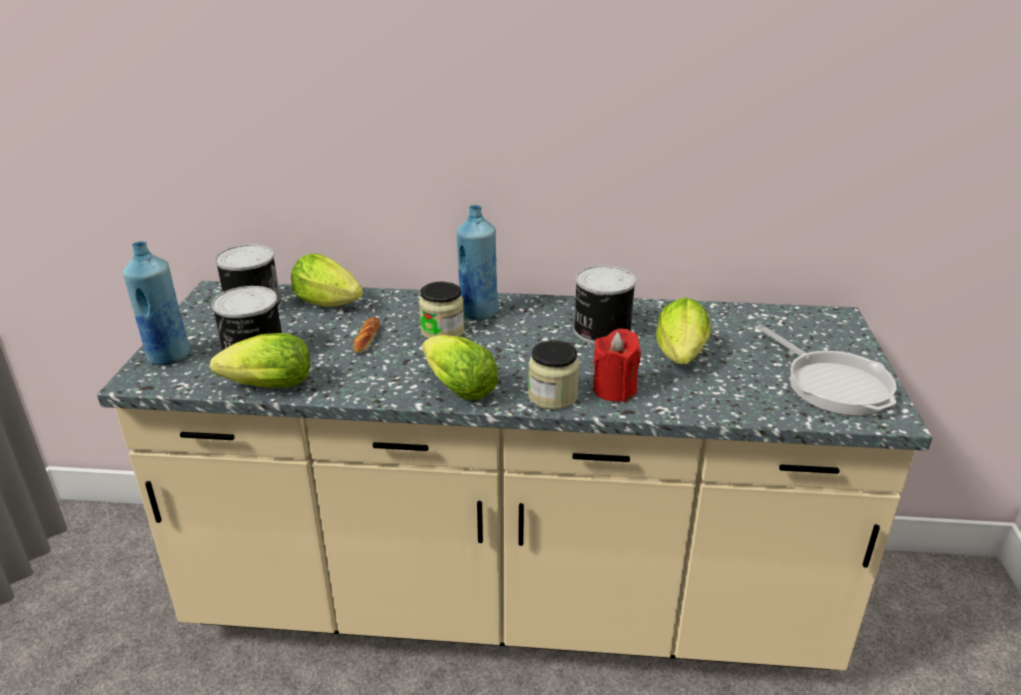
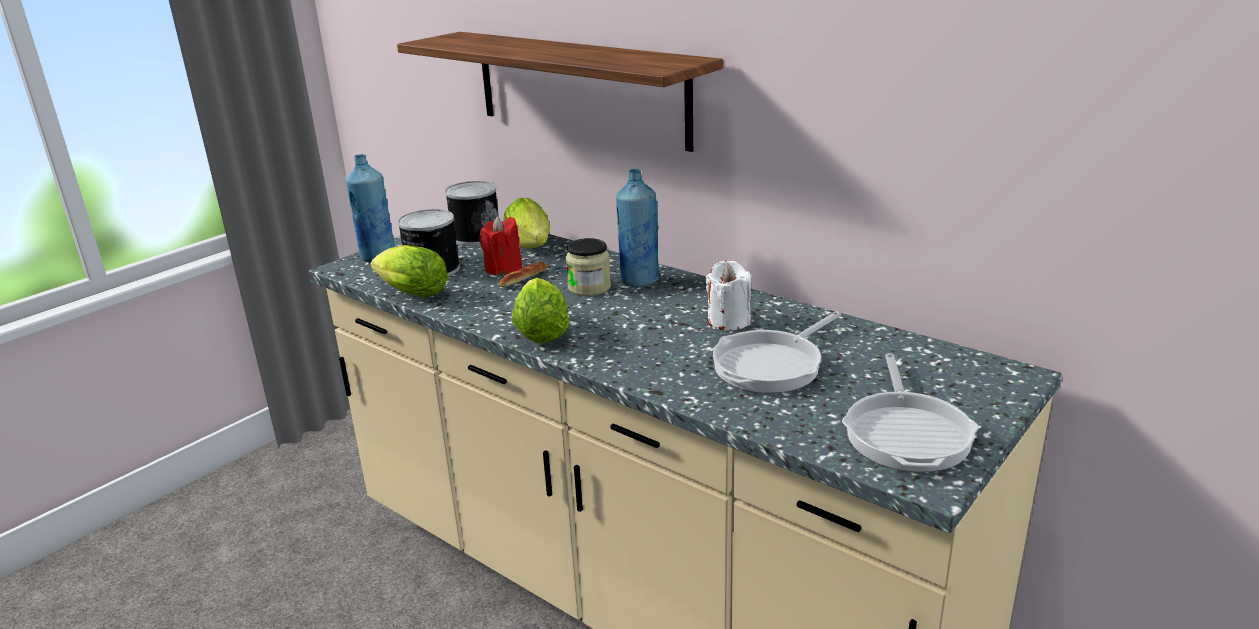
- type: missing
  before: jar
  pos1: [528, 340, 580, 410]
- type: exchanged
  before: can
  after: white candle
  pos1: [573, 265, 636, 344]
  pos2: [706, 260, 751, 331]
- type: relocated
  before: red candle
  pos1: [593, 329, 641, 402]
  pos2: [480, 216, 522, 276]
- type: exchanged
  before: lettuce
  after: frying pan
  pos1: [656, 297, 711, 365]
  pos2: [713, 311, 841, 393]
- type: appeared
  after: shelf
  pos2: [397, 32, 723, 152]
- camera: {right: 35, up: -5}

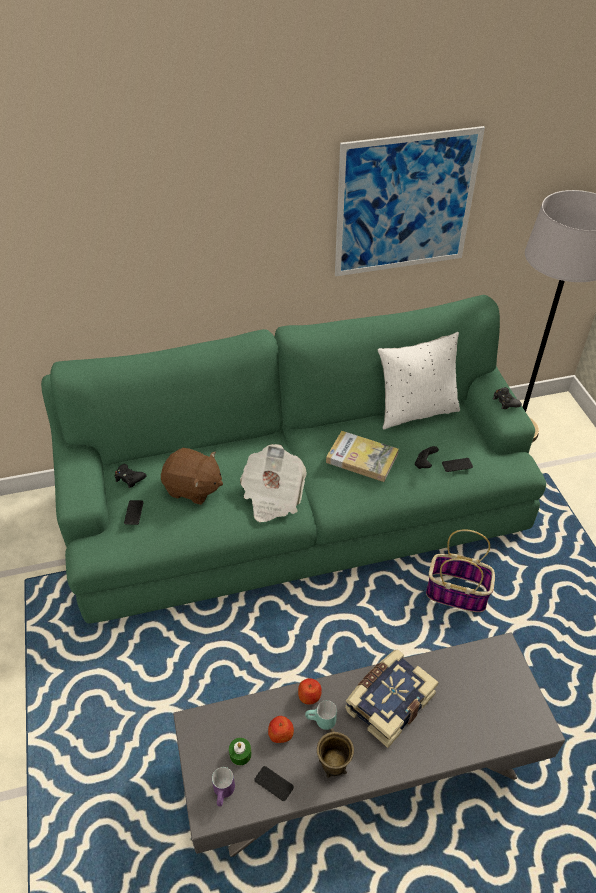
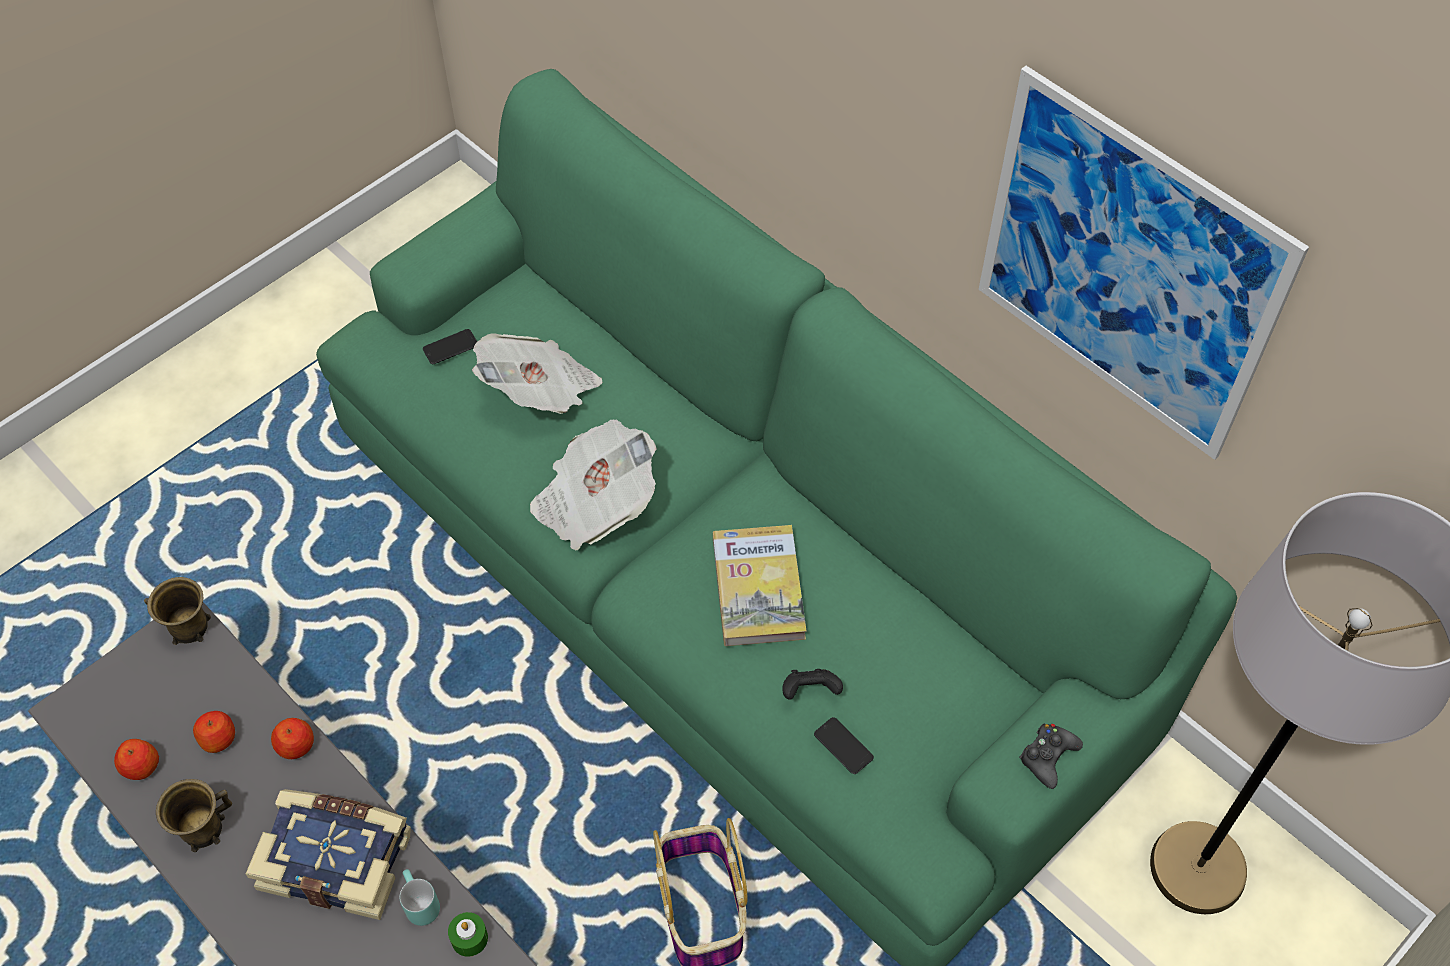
- type: missing
  before: black game controller
  pos1: [114, 464, 147, 488]
- type: exchanged
  before: brown plush toy
  after: newspaper
  pos1: [161, 448, 223, 505]
  pos2: [472, 333, 603, 414]
- type: missing
  before: purple mug
  pos1: [212, 767, 235, 807]
- type: relocated
  before: green candle
  pos1: [229, 738, 251, 765]
  pos2: [448, 912, 488, 957]
- type: exchanged
  before: phone
  after: apple
  pos1: [254, 766, 294, 801]
  pos2: [114, 739, 159, 780]
- type: relocated
  before: turquoise mug
  pos1: [305, 700, 337, 730]
  pos2: [399, 869, 440, 926]
- type: missing
  before: white pillow
  pos1: [378, 332, 460, 430]
- type: appeared
  after: brown mug
  pos2: [144, 577, 211, 645]
- camera: {right: 60, up: 10}

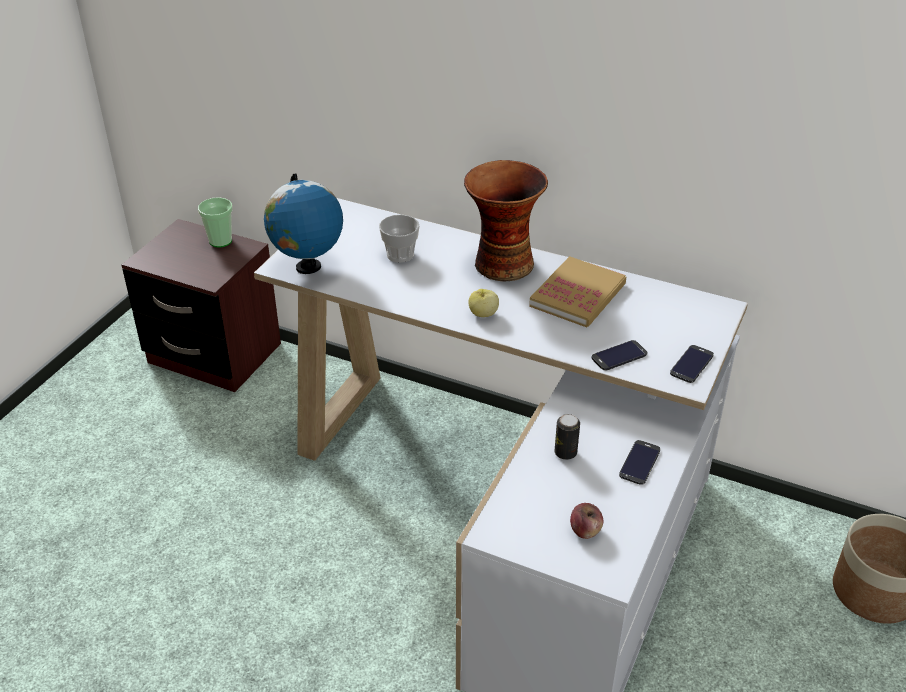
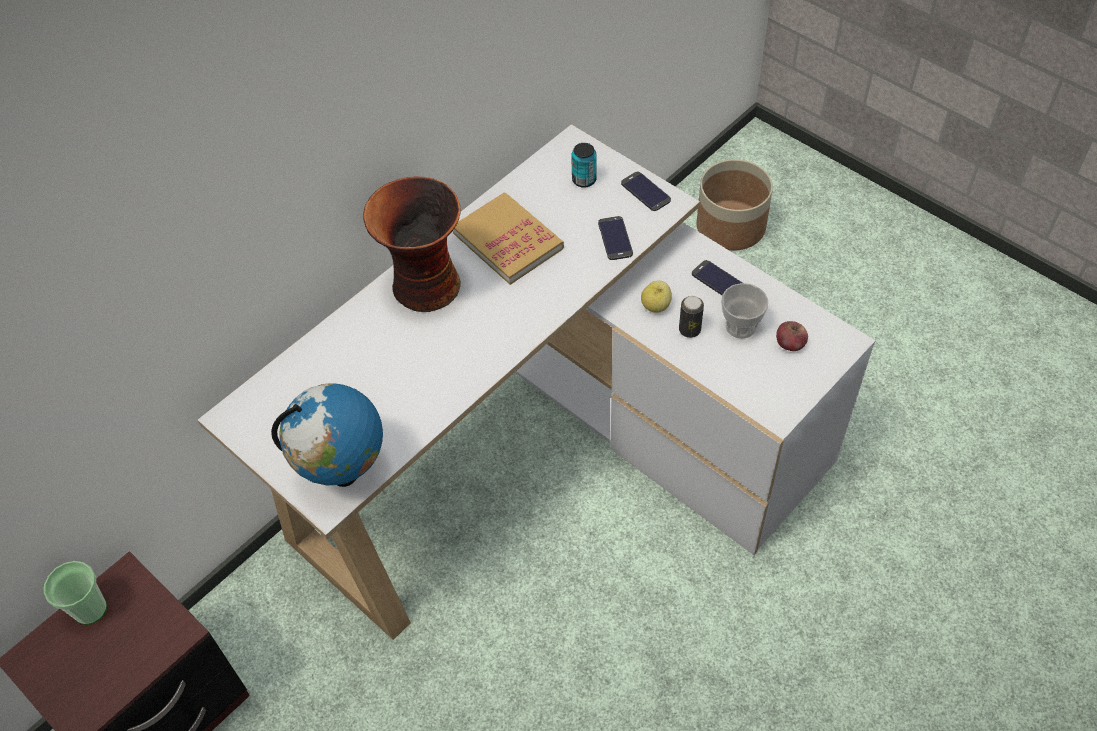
- type: relocated
  before: cup
  pos1: [379, 215, 420, 263]
  pos2: [721, 283, 768, 339]
- type: relocated
  before: apple
  pos1: [469, 289, 499, 317]
  pos2: [641, 280, 672, 313]
- type: appeared
  after: can
  pos2: [571, 143, 597, 188]
- camera: {right: -70, up: 15}

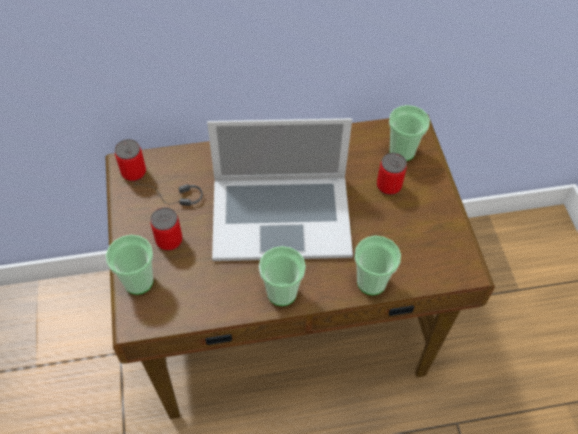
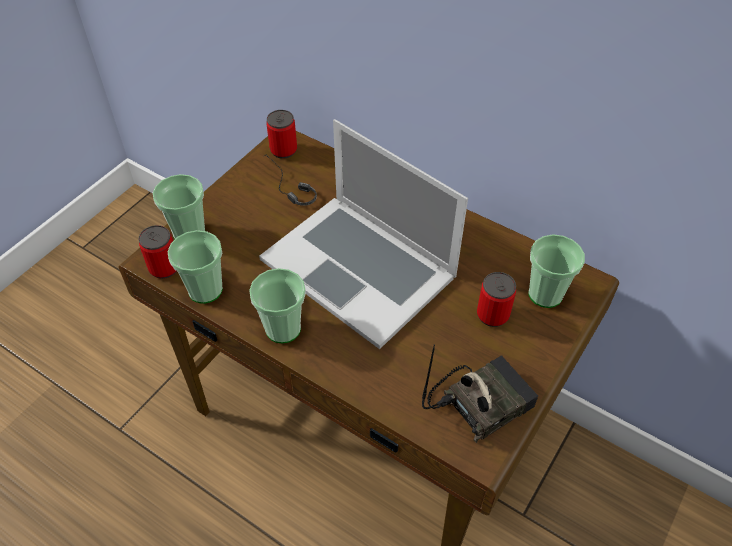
- type: relocated
  before: can
  pos1: [150, 207, 182, 251]
  pos2: [139, 225, 177, 279]
- type: relocated
  before: cup
  pos1: [354, 235, 401, 295]
  pos2: [167, 230, 223, 304]
- type: appeared
  after: radio
  pos2: [422, 344, 538, 443]
- camera: {right: 45, up: -5}

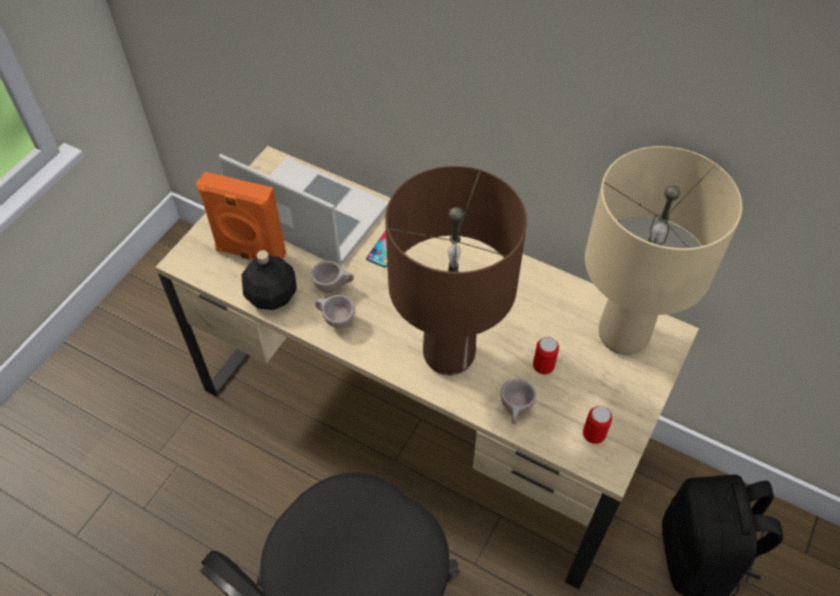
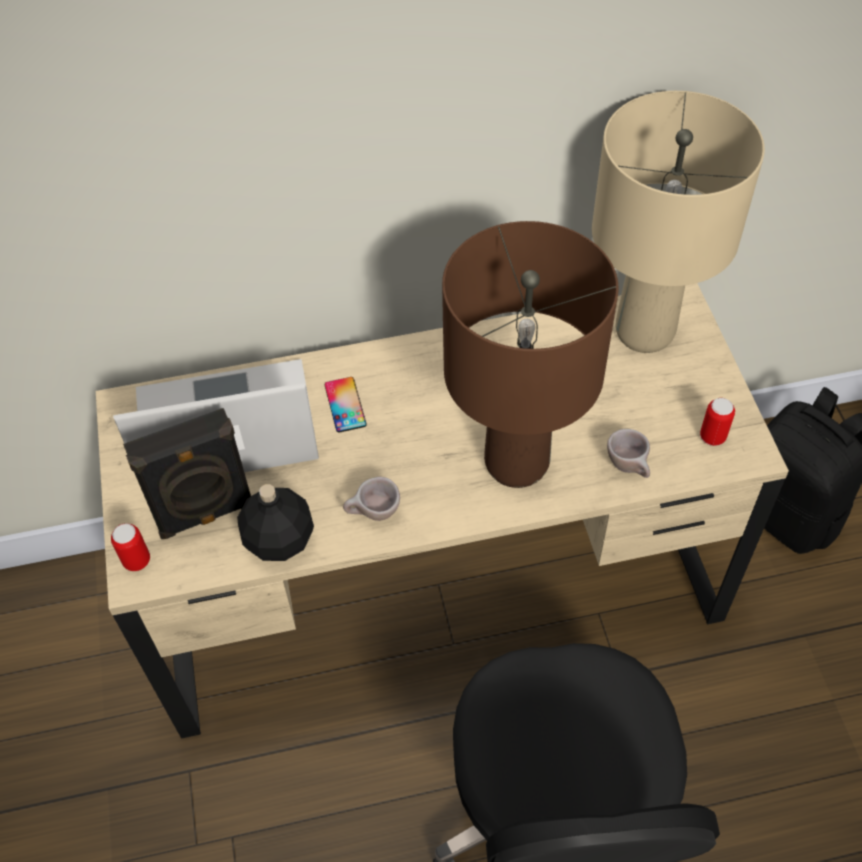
- type: colour
  before: orange speaker
  after: black speaker
  pos1: [196, 172, 286, 260]
  pos2: [123, 408, 251, 539]
- type: missing
  before: beige cup
  pos1: [311, 261, 354, 293]
- type: relocated
  before: can
  pos1: [533, 337, 559, 374]
  pos2: [111, 523, 150, 571]
- camera: {right: -40, up: 0}

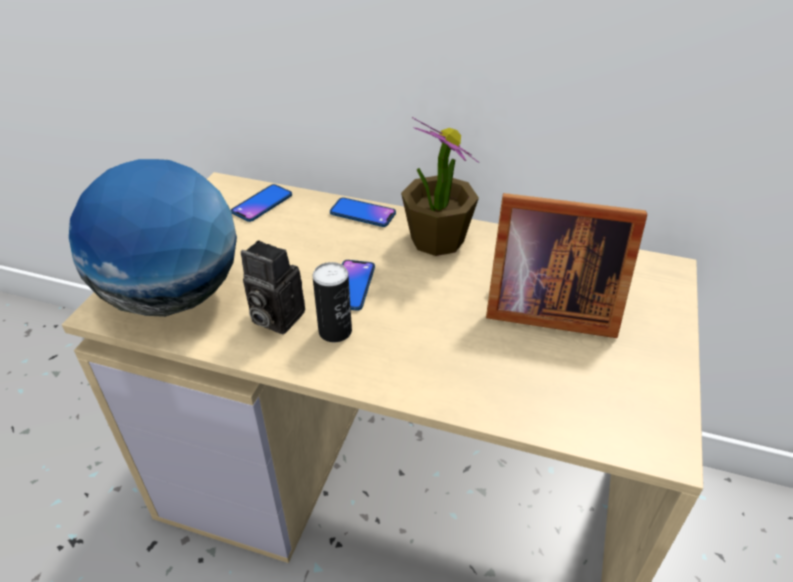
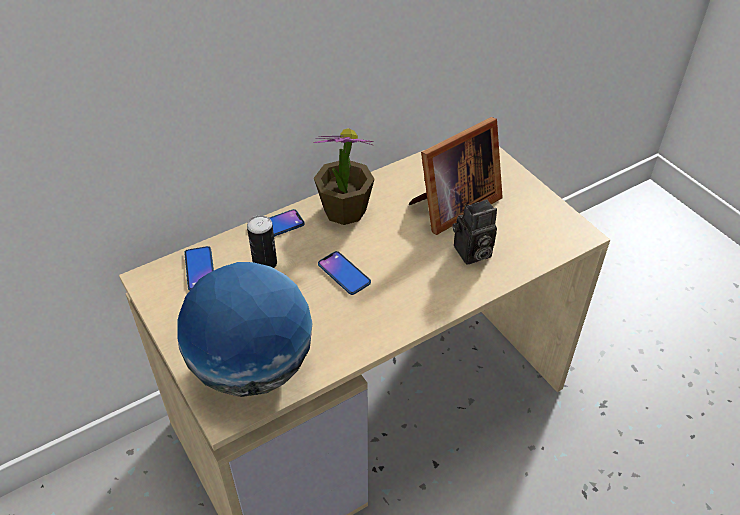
- type: relocated
  before: photo camera
  pos1: [241, 240, 305, 334]
  pos2: [452, 199, 497, 265]
- type: relocated
  before: can
  pos1: [313, 262, 352, 342]
  pos2: [247, 215, 277, 268]
- camera: {right: -50, up: 5}

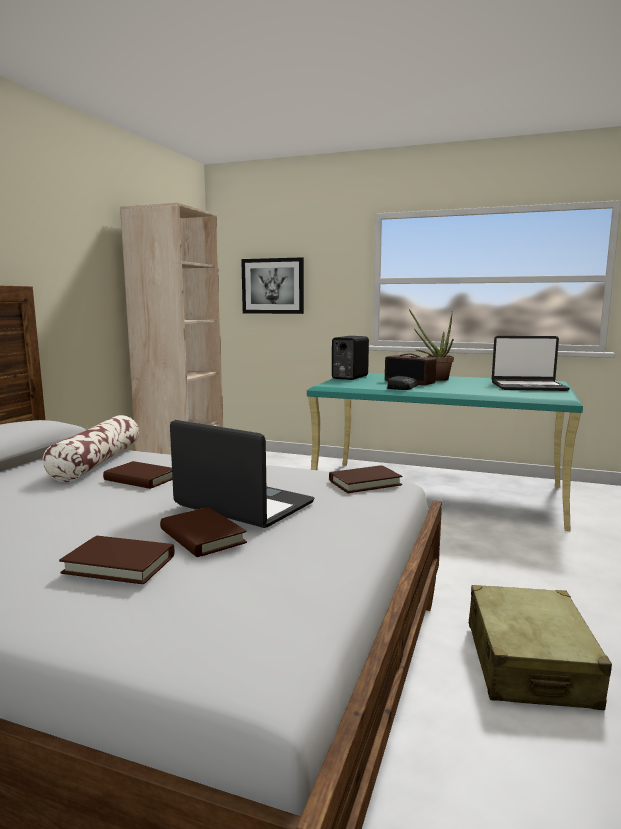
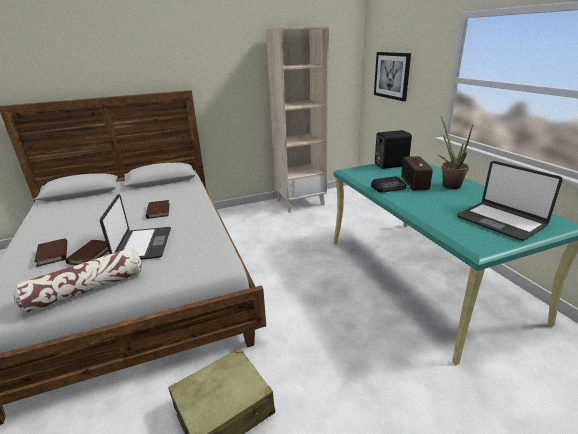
- type: relocated
  before: pillow
  pos1: [43, 415, 139, 482]
  pos2: [14, 248, 142, 313]
- type: missing
  before: brown book
  pos1: [329, 465, 402, 493]
- camera: {right: 50, up: 15}

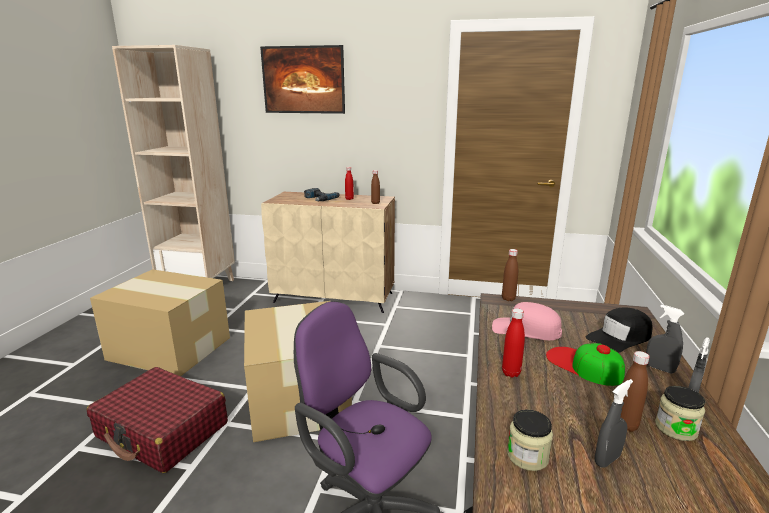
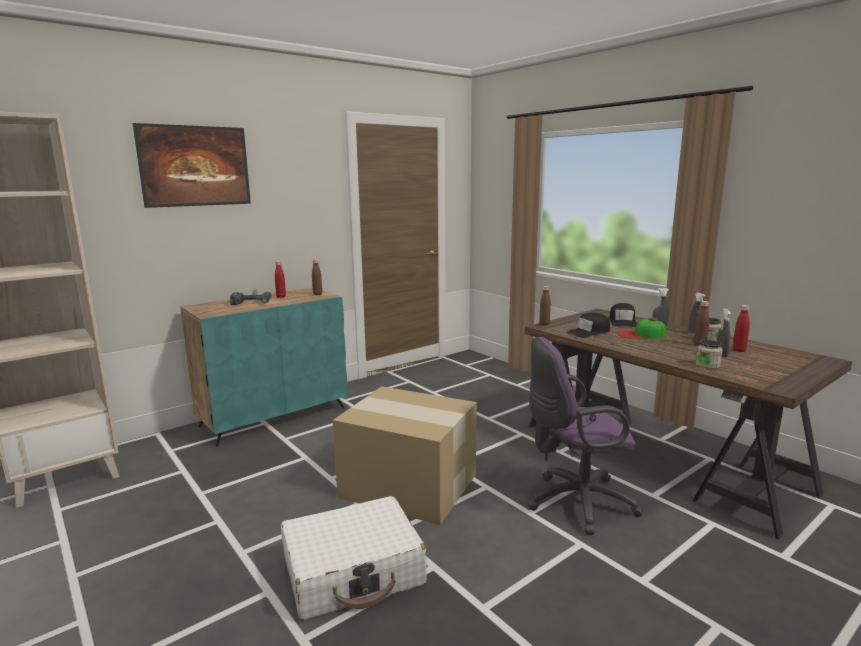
- type: colour
  before: red suitcase
  after: white suitcase
  pos1: [87, 367, 228, 473]
  pos2: [281, 496, 427, 620]
- type: missing
  before: cardboard box
  pos1: [90, 269, 230, 376]
- type: colour
  before: beige cabinet
  after: turquoise cabinet
  pos1: [261, 192, 395, 313]
  pos2: [181, 288, 347, 446]
- type: colour
  before: pink cap
  after: black cap
  pos1: [492, 302, 562, 340]
  pos2: [567, 313, 610, 338]
- type: relocated
  before: red bottle
  pos1: [502, 308, 525, 378]
  pos2: [732, 305, 750, 352]
- camera: {right: -50, up: -5}

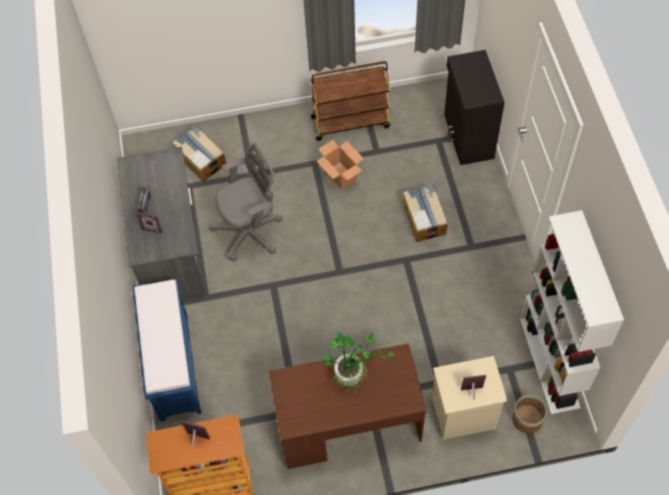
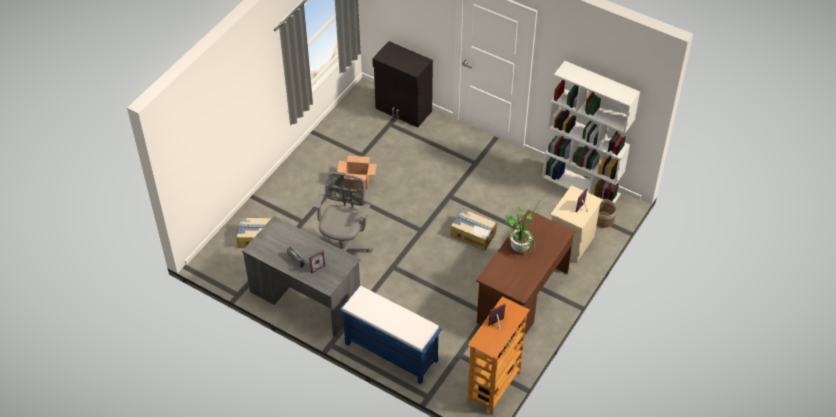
- type: missing
  before: brown cart
  pos1: [311, 61, 390, 141]
- type: relocated
  before: cardboard box
  pos1: [402, 184, 448, 242]
  pos2: [450, 208, 497, 251]
- camera: {right: -50, up: -10}

